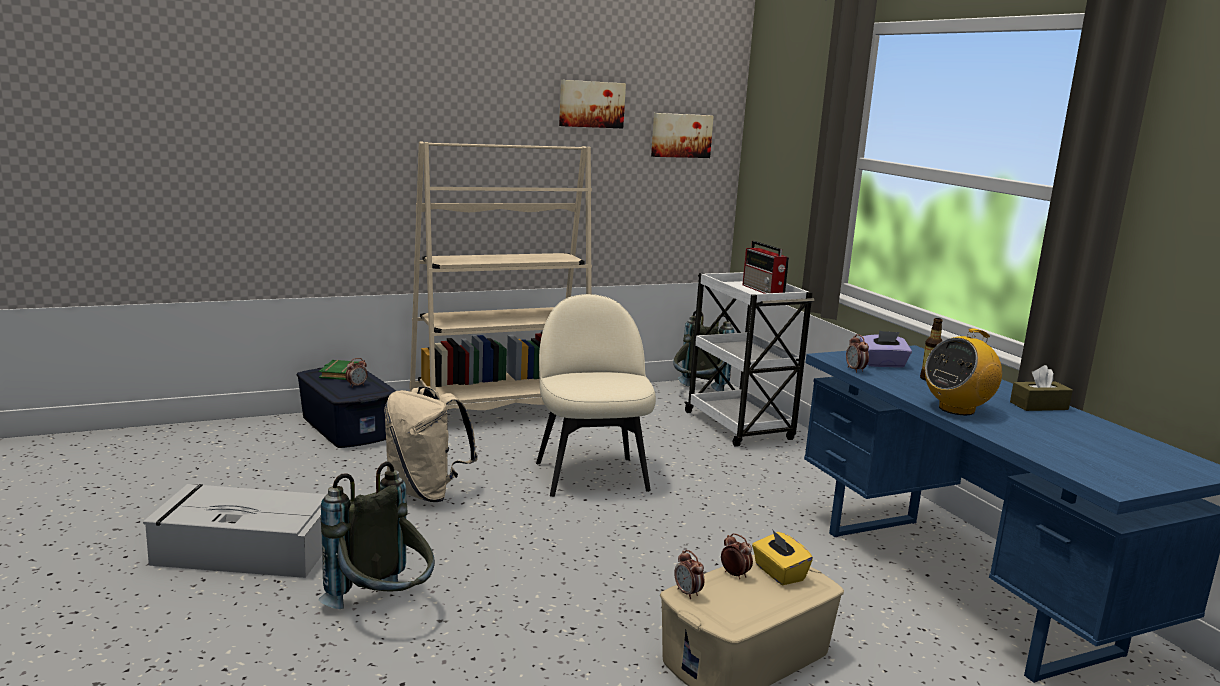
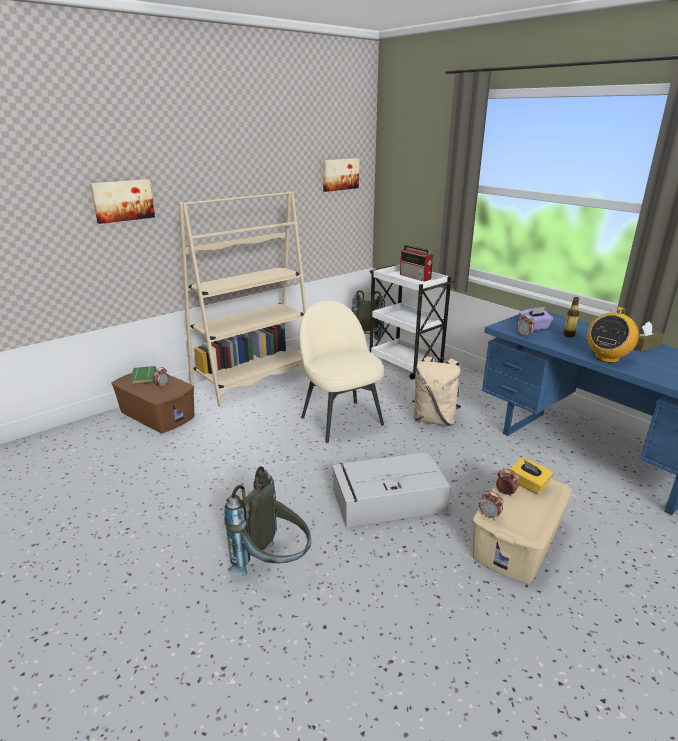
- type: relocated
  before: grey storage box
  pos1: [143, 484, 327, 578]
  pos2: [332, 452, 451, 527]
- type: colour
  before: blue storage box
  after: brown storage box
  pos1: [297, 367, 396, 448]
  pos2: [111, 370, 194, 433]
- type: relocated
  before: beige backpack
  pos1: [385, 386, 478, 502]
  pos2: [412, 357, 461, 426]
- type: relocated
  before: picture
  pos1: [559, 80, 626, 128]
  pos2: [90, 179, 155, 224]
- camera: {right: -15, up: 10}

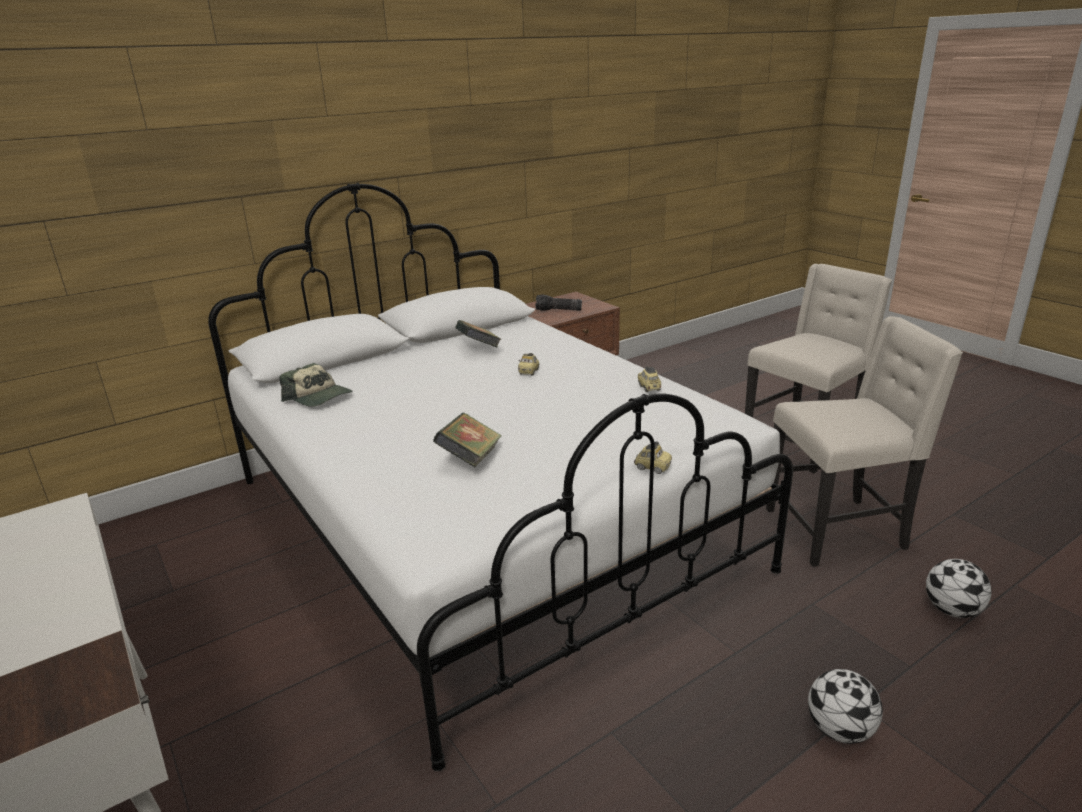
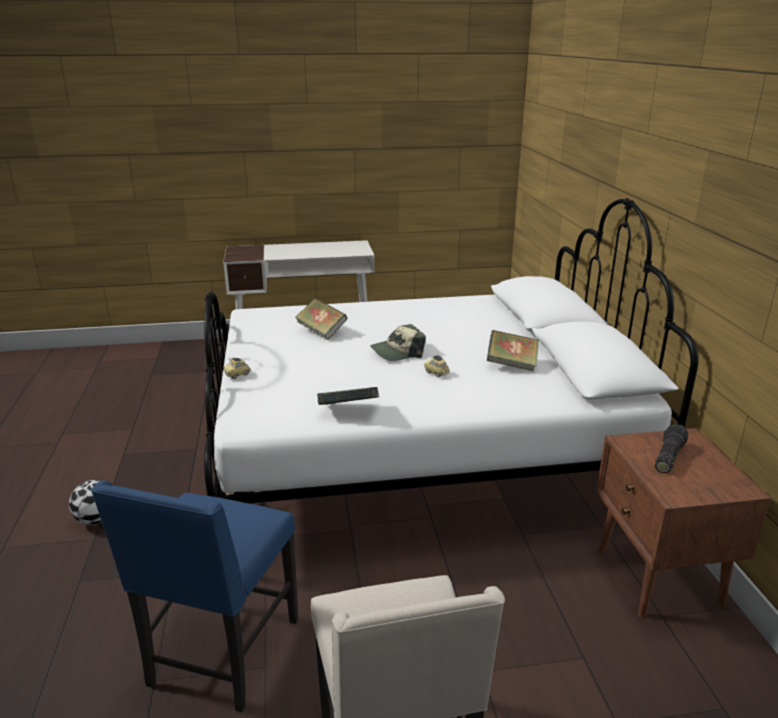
- type: relocated
  before: cap
  pos1: [279, 363, 352, 407]
  pos2: [370, 324, 426, 361]
- type: exchanged
  before: toy car
  after: book
  pos1: [638, 366, 661, 392]
  pos2: [317, 387, 379, 405]
- type: colour
  before: beige chair
  after: blue chair
  pos1: [766, 316, 963, 567]
  pos2: [91, 480, 298, 712]
- type: missing
  before: football
  pos1: [926, 559, 992, 618]
- camera: {right: 115, up: 0}

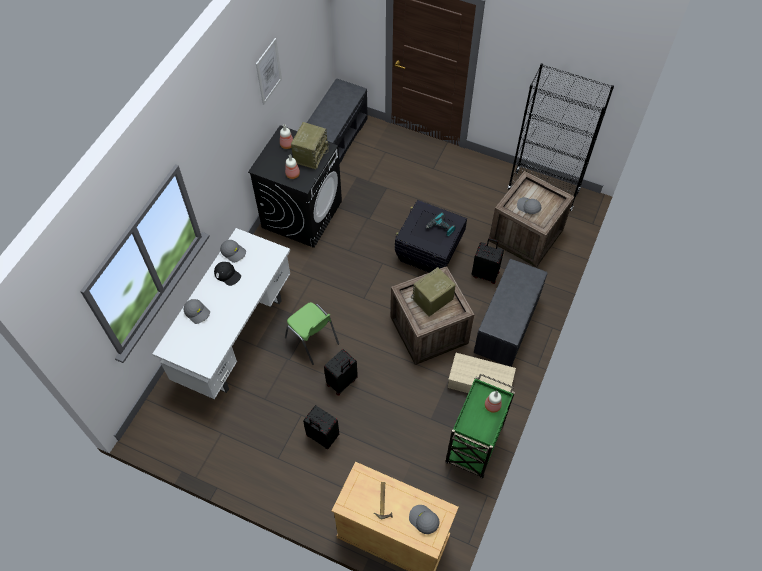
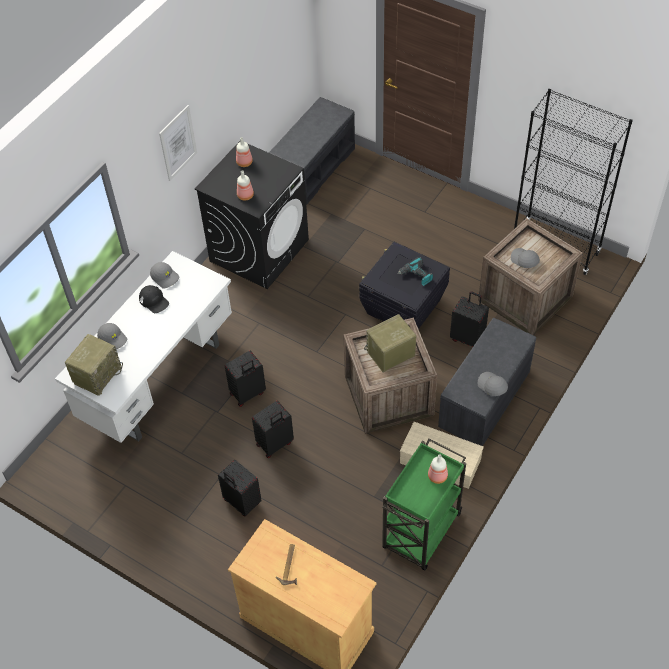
- type: relocated
  before: picture
  pos1: [256, 38, 282, 105]
  pos2: [159, 105, 197, 181]
- type: exchanged
  before: green chair
  after: black suitcase
  pos1: [285, 302, 339, 365]
  pos2: [225, 351, 266, 407]
- type: relocated
  before: radio
  pos1: [291, 122, 329, 169]
  pos2: [65, 334, 123, 396]
- type: relocated
  before: grey cap
  pos1: [409, 505, 440, 534]
  pos2: [478, 372, 508, 396]
- camera: {right: 10, up: -5}

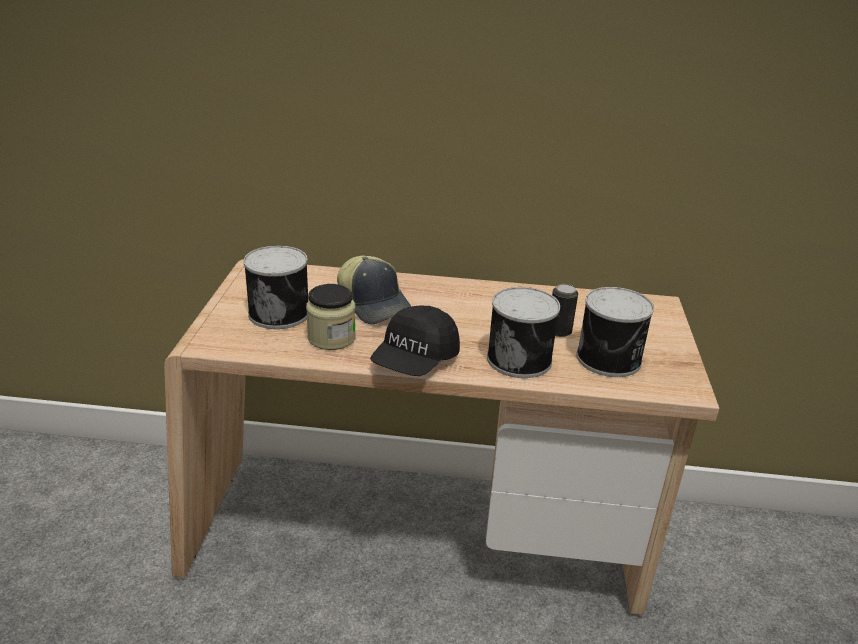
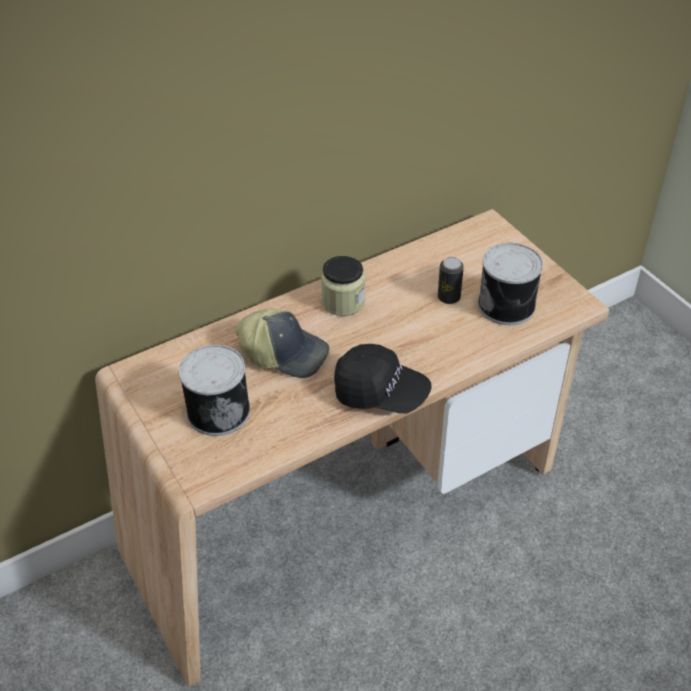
- type: relocated
  before: jar
  pos1: [306, 284, 356, 350]
  pos2: [321, 256, 365, 316]
- type: spun
  before: black cap
  pos1: [370, 305, 460, 376]
  pos2: [334, 344, 432, 413]
  turn: -60
- type: missing
  before: can
  pos1: [487, 287, 560, 378]
- camera: {right: -35, up: 15}

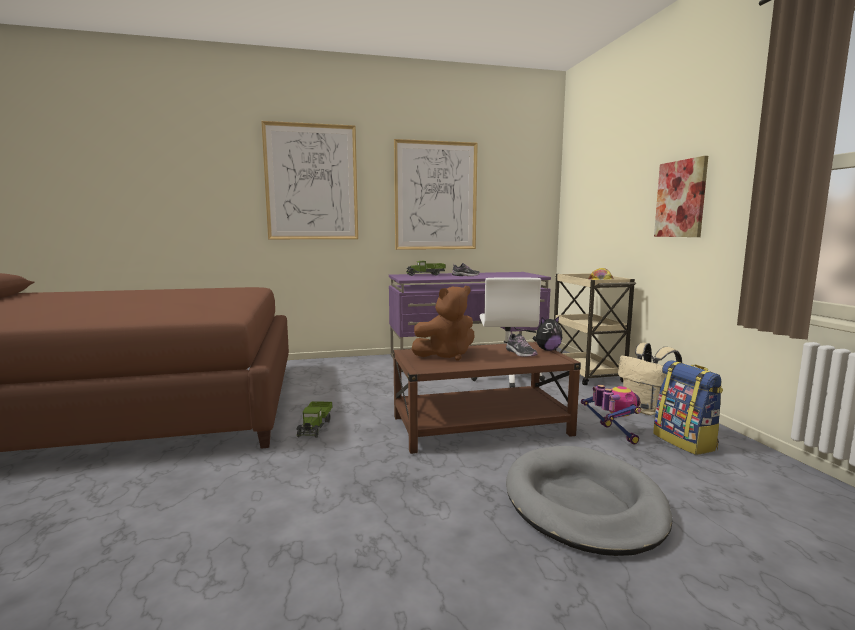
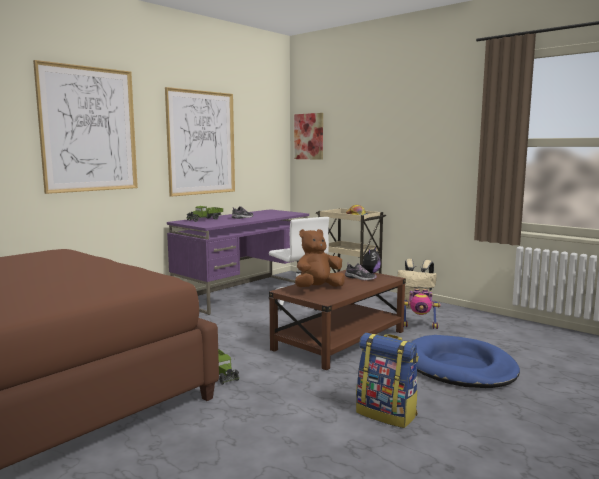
- type: spun
  before: brown plush toy
  pos1: [412, 286, 475, 361]
  pos2: [295, 229, 345, 287]
  turn: -150
- type: colour
  before: grey dog bed
  after: blue dog bed
  pos1: [506, 446, 673, 556]
  pos2: [411, 335, 520, 388]
- type: spun
  before: toy robot
  pos1: [581, 385, 641, 444]
  pos2: [404, 289, 441, 329]
  turn: 150
- type: relocated
  before: backpack
  pos1: [653, 360, 723, 455]
  pos2: [356, 333, 418, 428]
- type: relocated
  before: picture
  pos1: [654, 156, 708, 237]
  pos2: [294, 113, 323, 160]
- camera: {right: -35, up: 0}

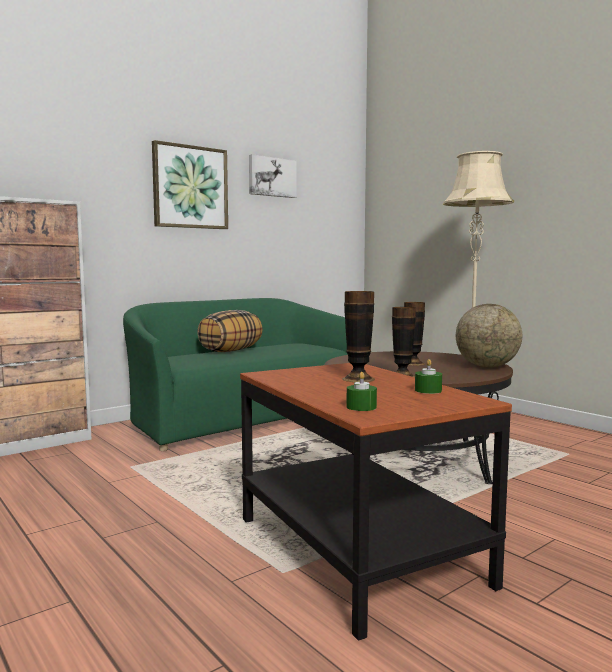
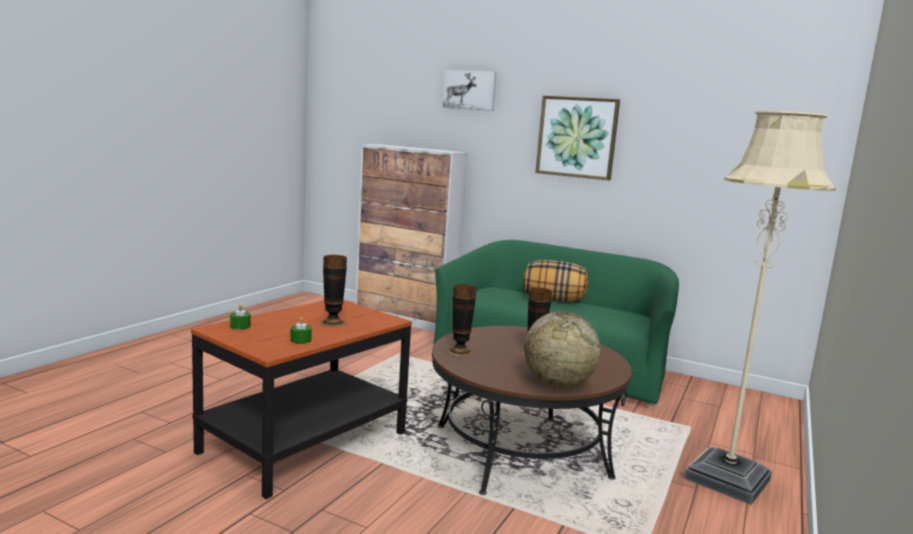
- type: relocated
  before: picture
  pos1: [249, 154, 297, 198]
  pos2: [443, 70, 497, 111]
- camera: {right: 65, up: 5}

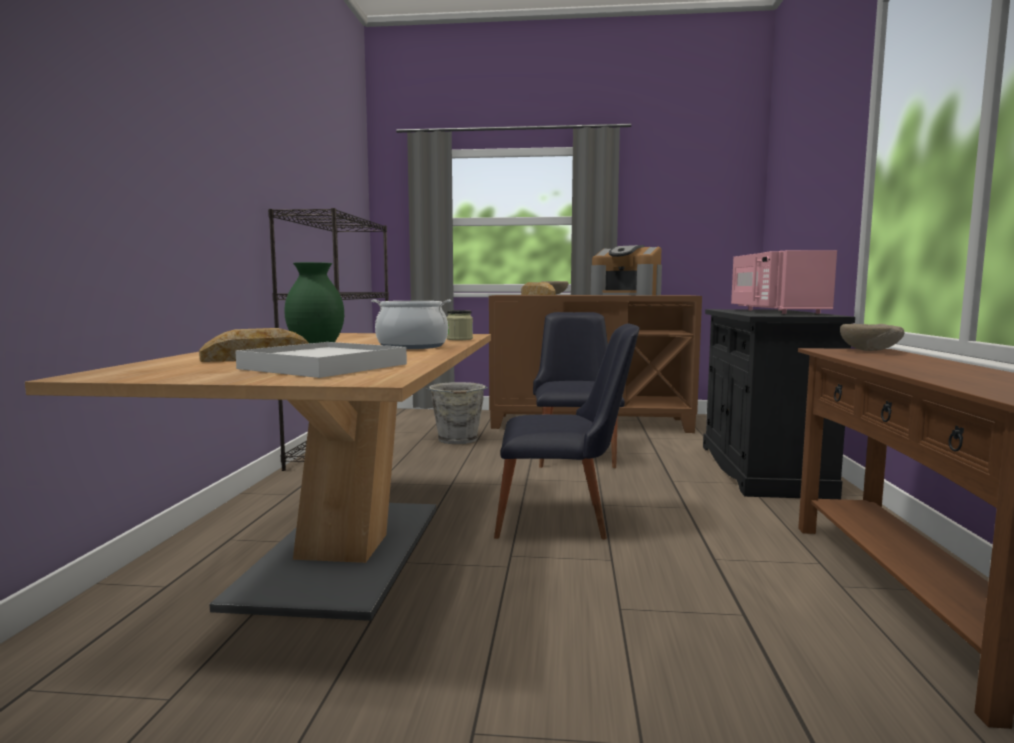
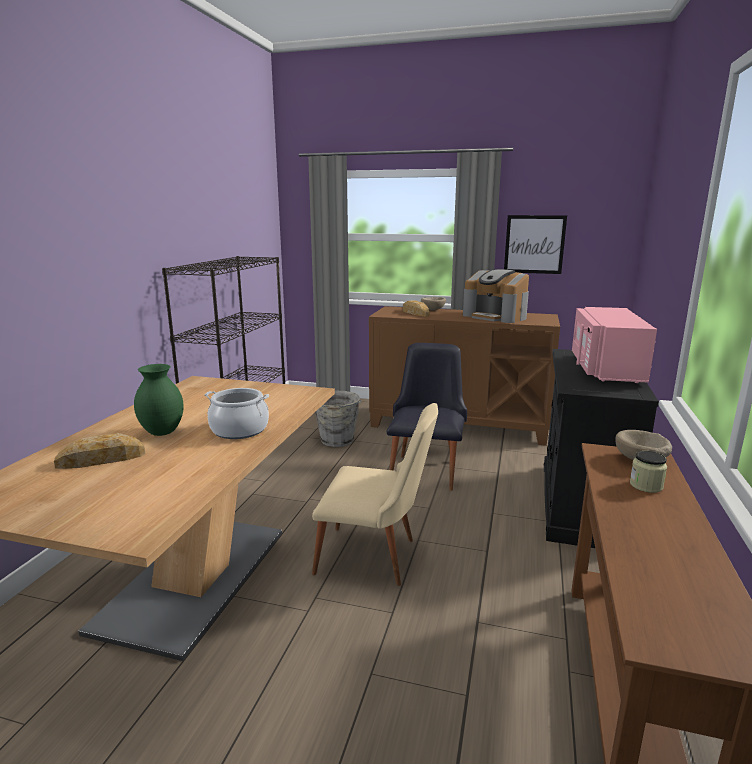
- type: missing
  before: white tray
  pos1: [235, 342, 407, 378]
- type: relocated
  before: jar
  pos1: [446, 310, 473, 340]
  pos2: [630, 451, 667, 493]
- type: colour
  before: black chair
  after: beige chair
  pos1: [494, 324, 640, 540]
  pos2: [312, 403, 438, 586]
- type: appeared
  after: picture
  pos2: [504, 215, 567, 274]
- camera: {right: 10, up: 10}

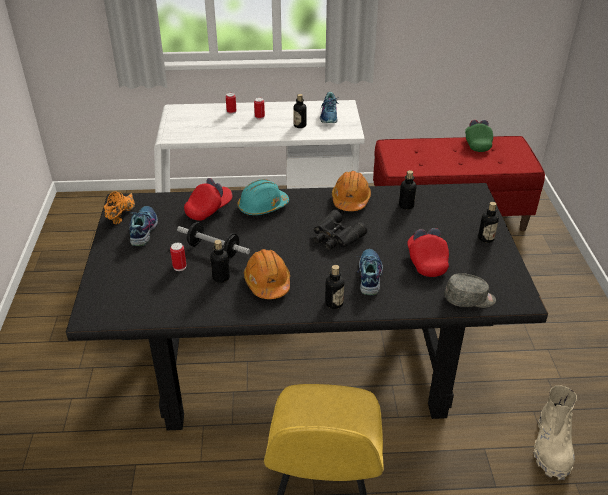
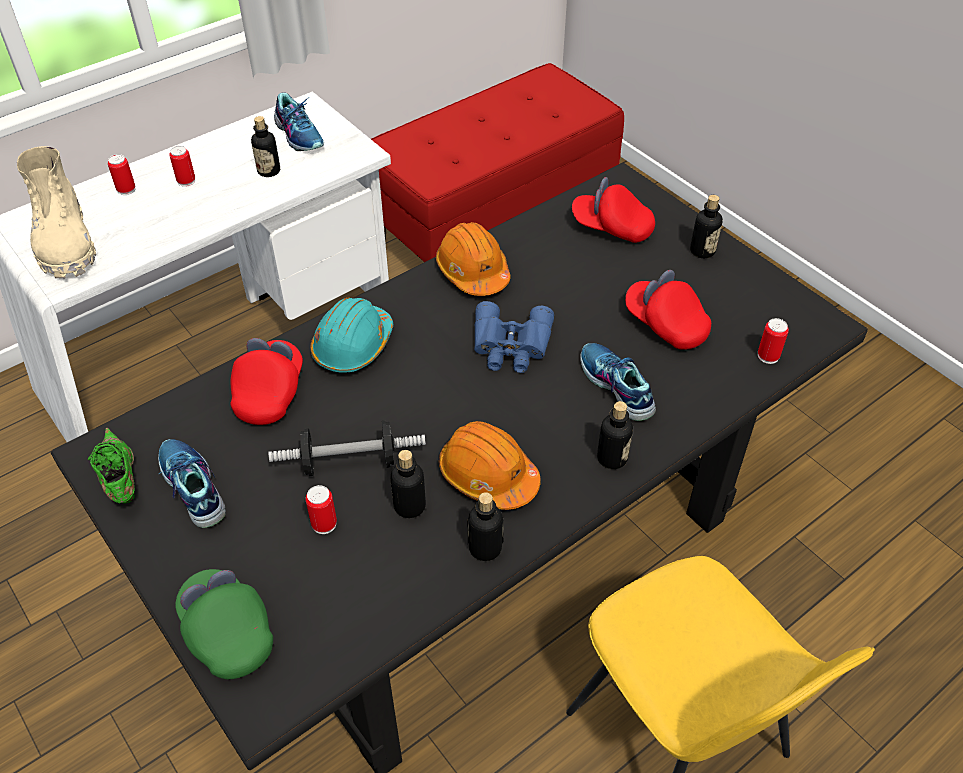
- type: colour
  before: orange shoe
  after: green shoe
  pos1: [104, 191, 135, 224]
  pos2: [88, 428, 135, 504]
- type: colour
  before: black binoculars
  after: blue binoculars
  pos1: [313, 210, 367, 250]
  pos2: [474, 301, 554, 373]
- type: relocated
  before: bottle
  pos1: [399, 170, 416, 210]
  pos2: [467, 492, 504, 561]
- type: exchanged
  before: grey cap
  after: can
  pos1: [444, 273, 496, 308]
  pos2: [758, 318, 789, 364]
- type: relocated
  before: green cap
  pos1: [465, 120, 493, 152]
  pos2: [175, 569, 273, 679]
- type: relocated
  before: beige boot
  pos1: [533, 385, 577, 480]
  pos2: [17, 146, 96, 279]
- type: appeared
  after: red cap
  pos2: [572, 177, 655, 243]
- camera: {right: -35, up: 10}

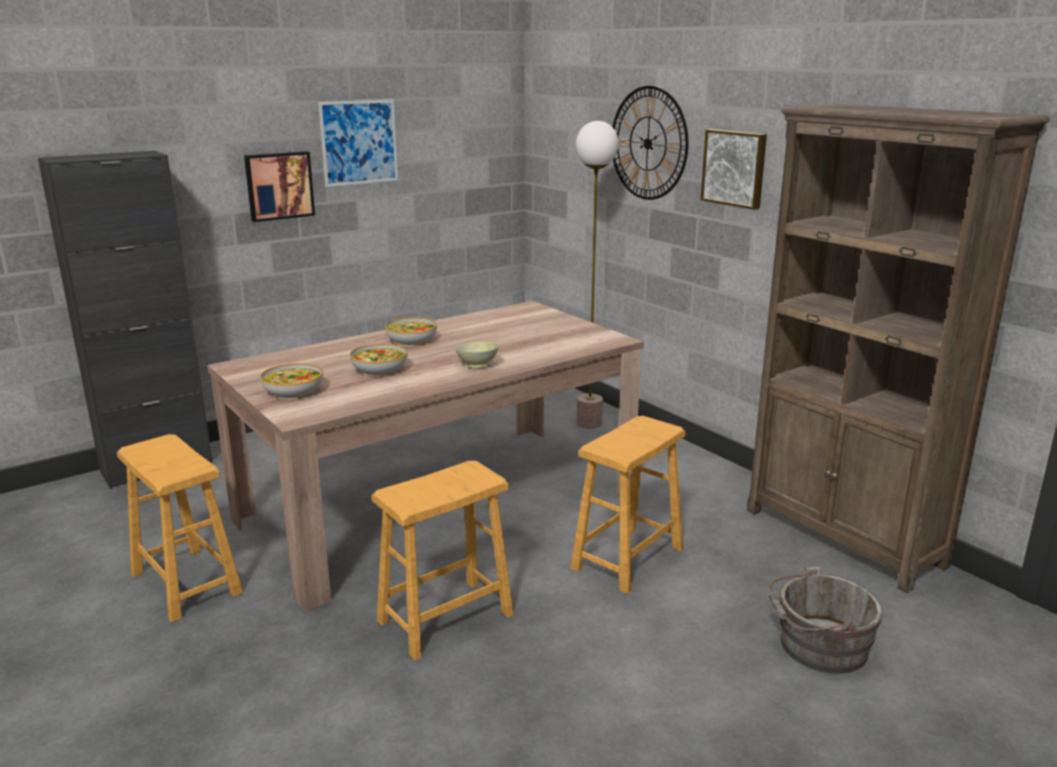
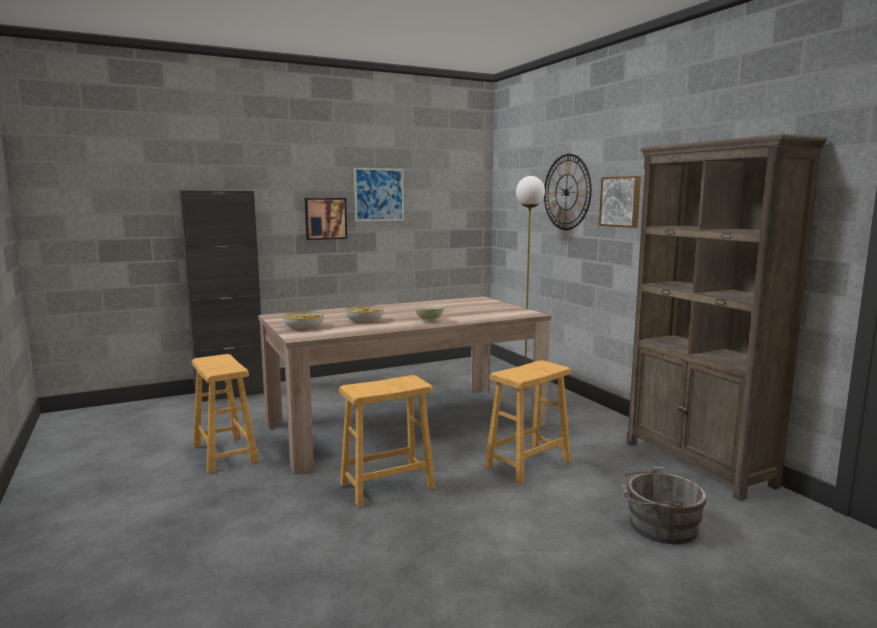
- type: missing
  before: bowl
  pos1: [385, 317, 437, 346]
- camera: {right: 10, up: -10}

